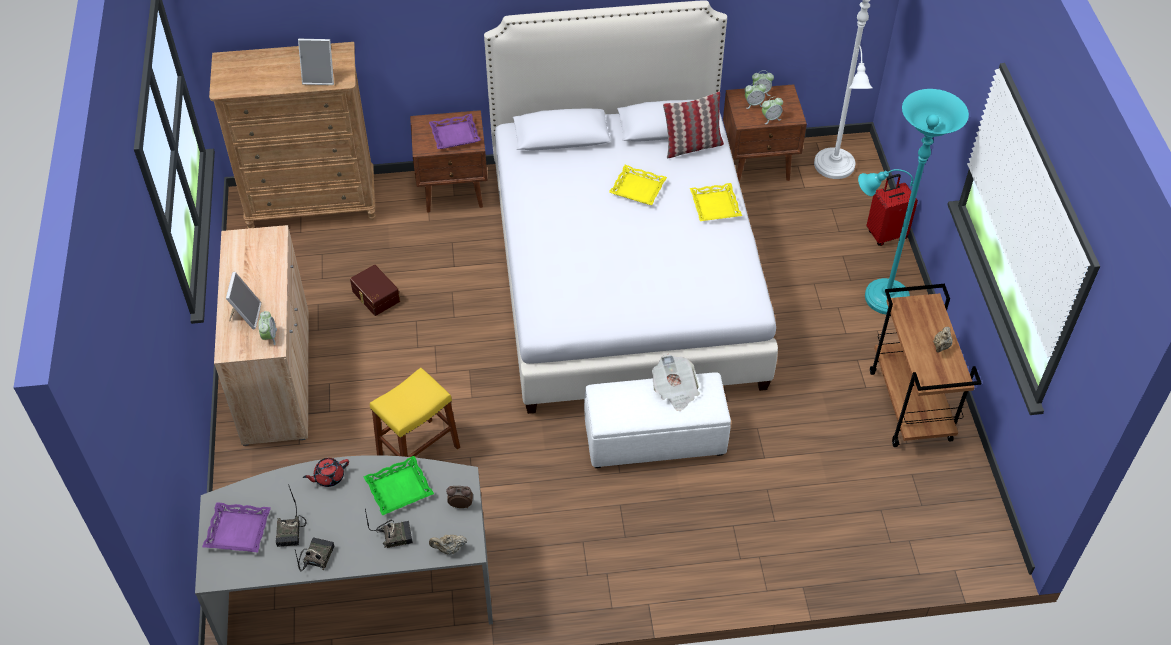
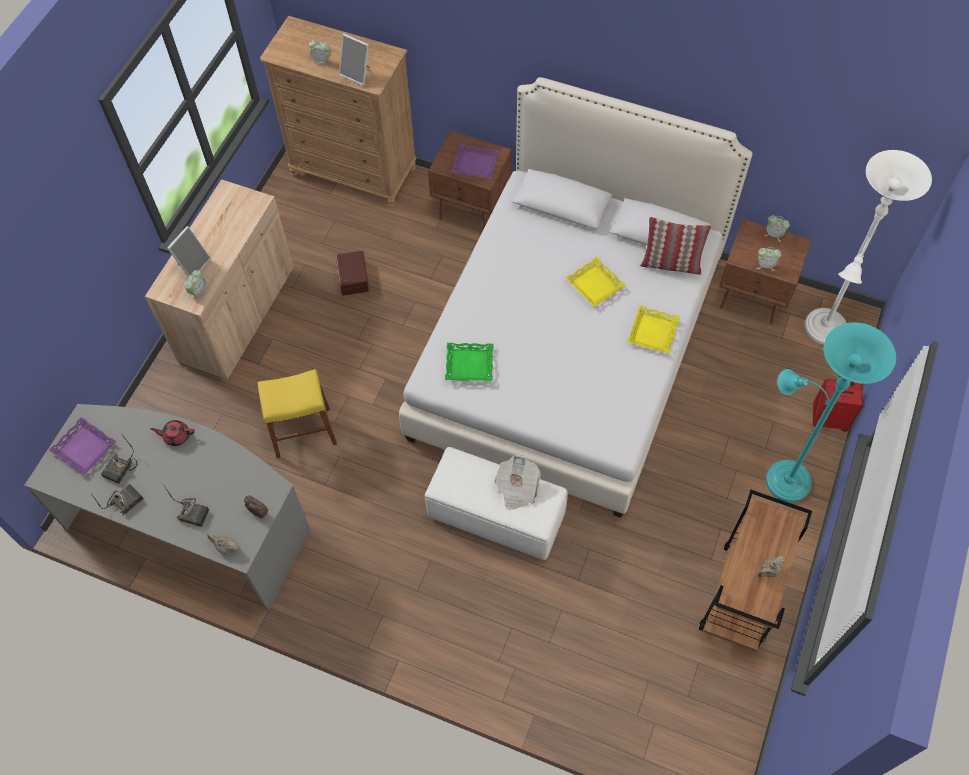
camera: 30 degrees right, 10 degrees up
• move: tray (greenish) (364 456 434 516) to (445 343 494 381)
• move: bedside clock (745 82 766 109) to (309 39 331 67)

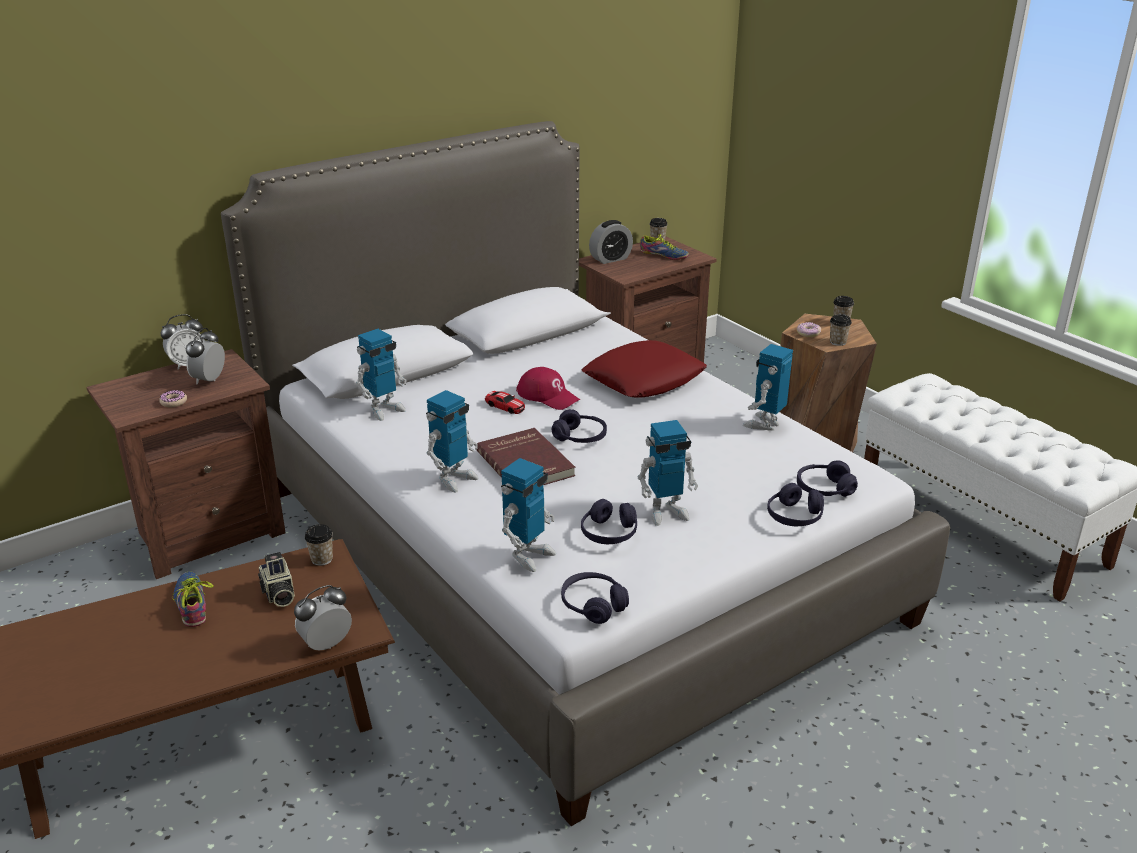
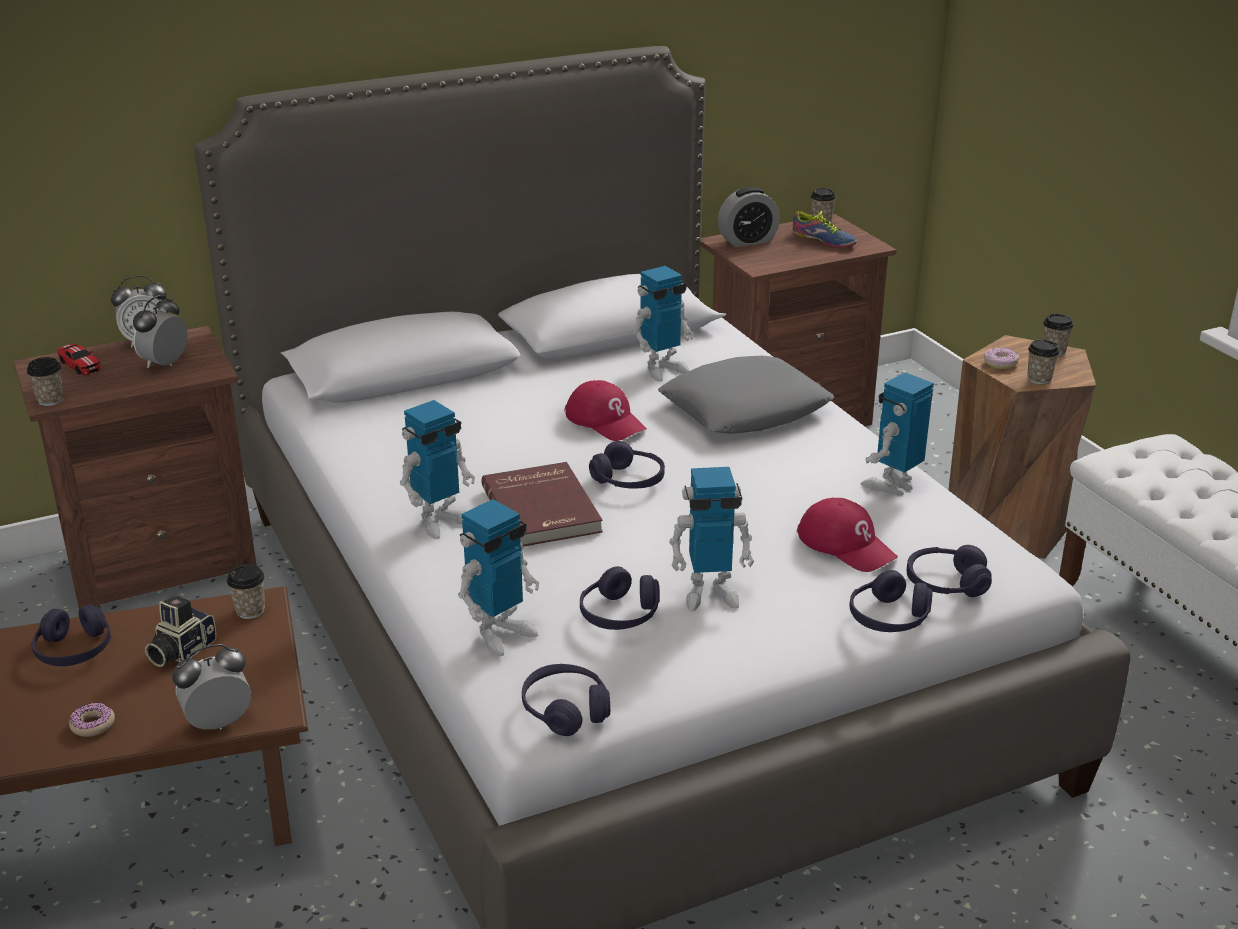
camera: 10 degrees right, 0 degrees up
• move: donut (159 390 187 407) to (69 703 115 737)
• replace: item of footwear (172 572 214 627) to headset (purplish) (31 604 111 666)
• rotate: photo camera (258 552 295 607) = (145 595 216 667) 45 degrees clockwise
• move: toy robot (356 329 407 421) to (633 266 694 381)
• move: miniature car (485 391 525 414) to (57 344 101 375)
• recolor: cushion (reddish) (582 340 707 398) to cushion (grey) (658 356 834 433)
• insert: small cup (27 357 64 406)
• insert: peaked cap (reddish) (797 498 898 572)

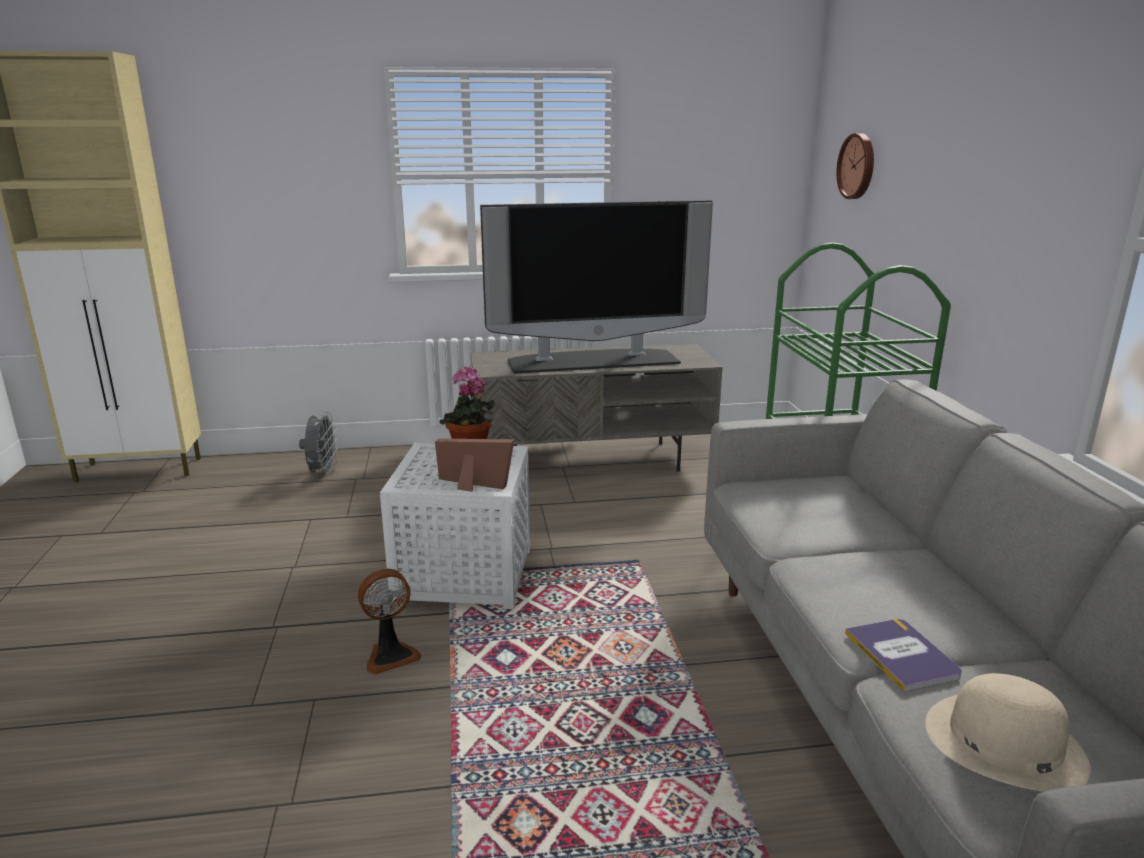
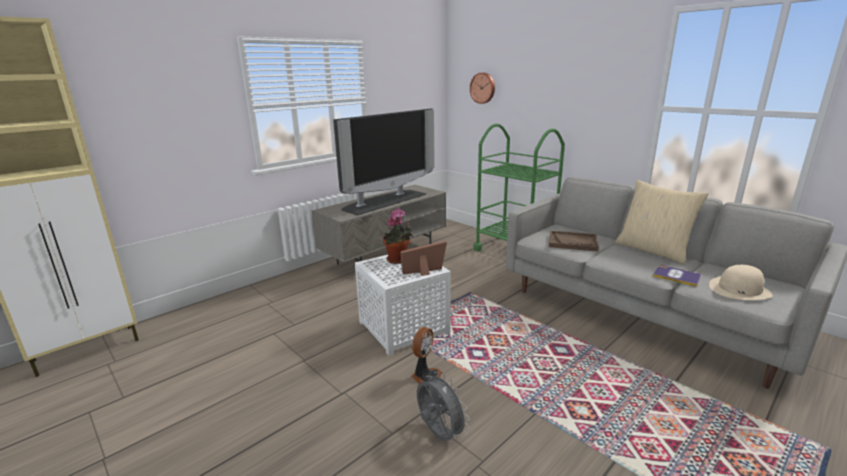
camera: 35 degrees left, 0 degrees up
• move: fan (grey) (299 412 338 476) to (417 371 470 441)
• insert: tray (brownish) (549 231 599 251)
• insert: cushion (beige-coloured) (615 180 709 264)

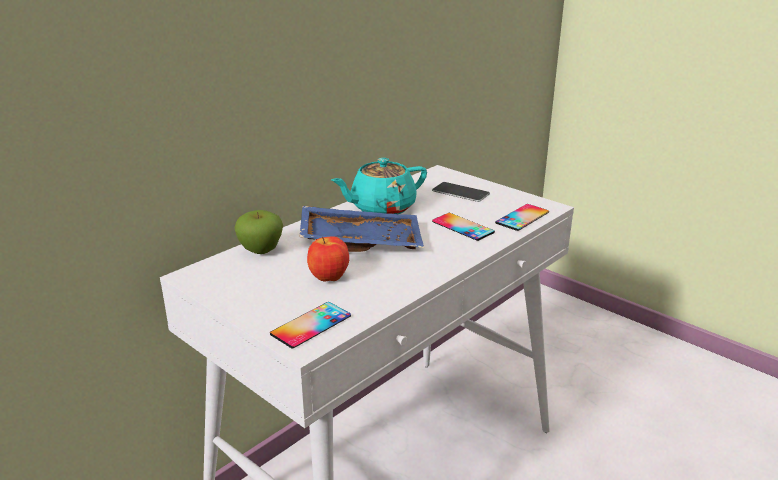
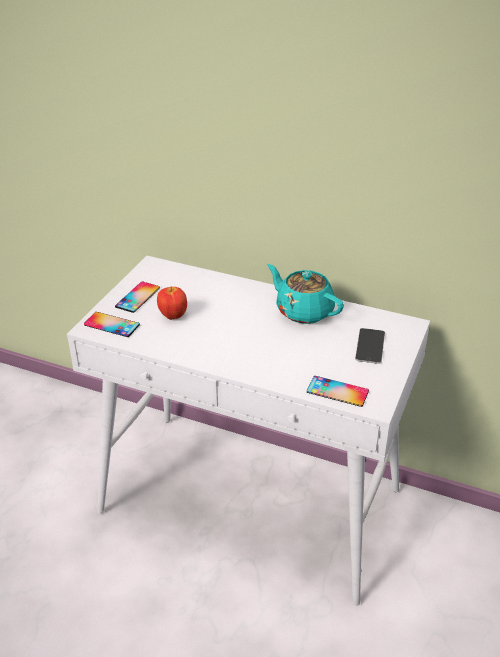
camera: 70 degrees right, 10 degrees up
• delete: whole apple (235 210 283 254)
• delete: tray (blue) (300 206 424 252)
• move: telephone (432 213 495 241) to (115 281 160 313)

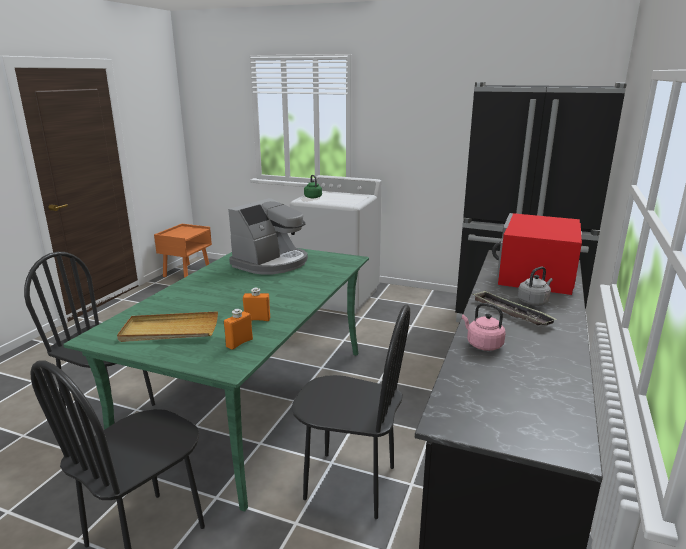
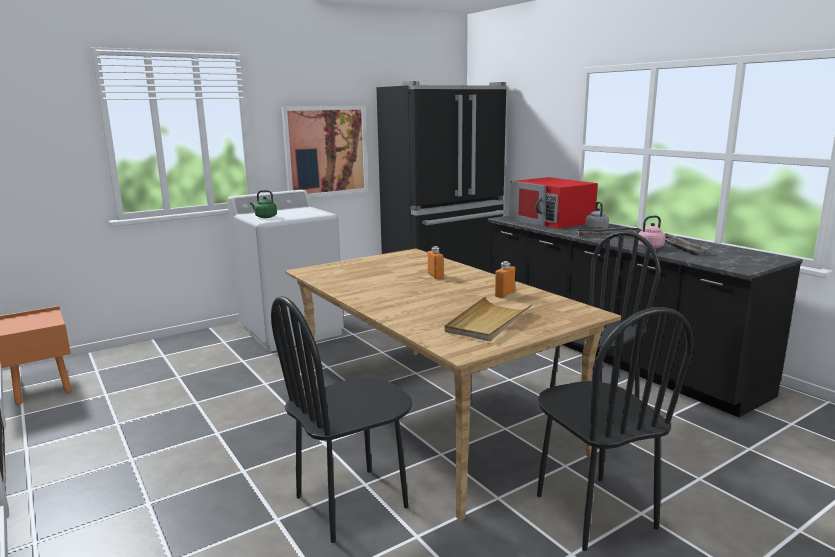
camera: 55 degrees left, 5 degrees down
• recolor: kitchen table (greenish) (63 248 369 512) to kitchen table (beige-coloured) (285 248 621 521)
• move: drink bottle (orangey) (224 309 253 350) to (428 246 444 279)
• delete: coffee maker (228 198 308 275)
• insert: wall picture (282 105 368 198)
• insert: tray (665 233 709 255)

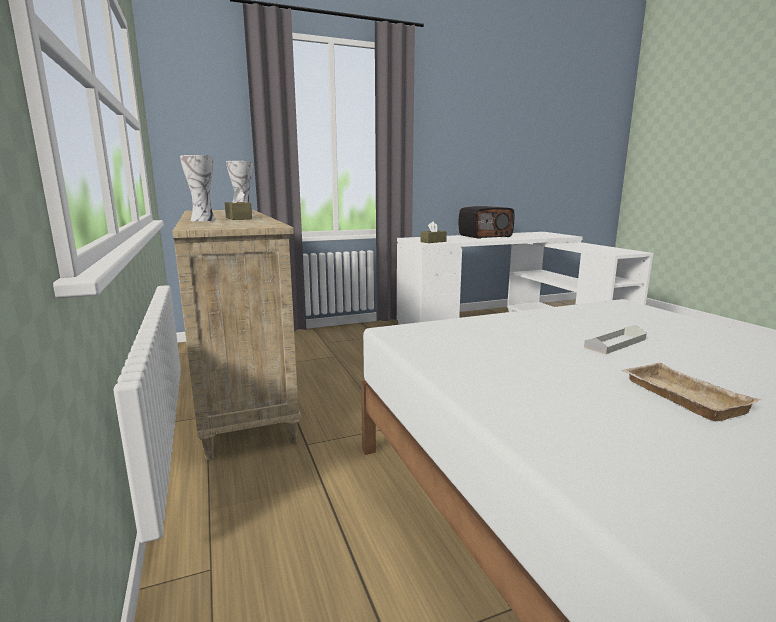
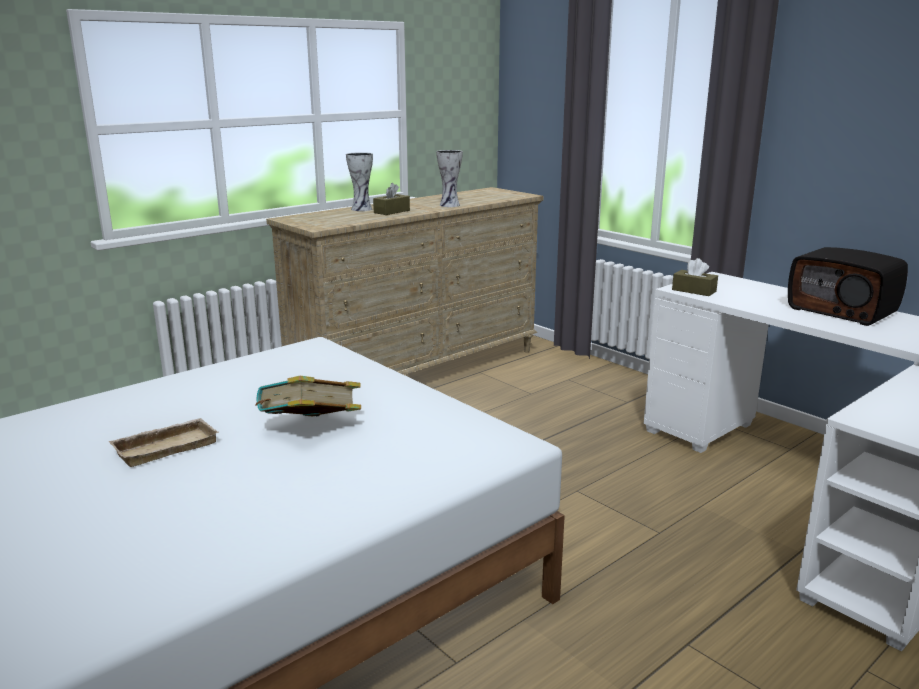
camera: 70 degrees right, 5 degrees up
• replace: tray (grey) (584 325 647 354) to bound book (255 376 361 416)

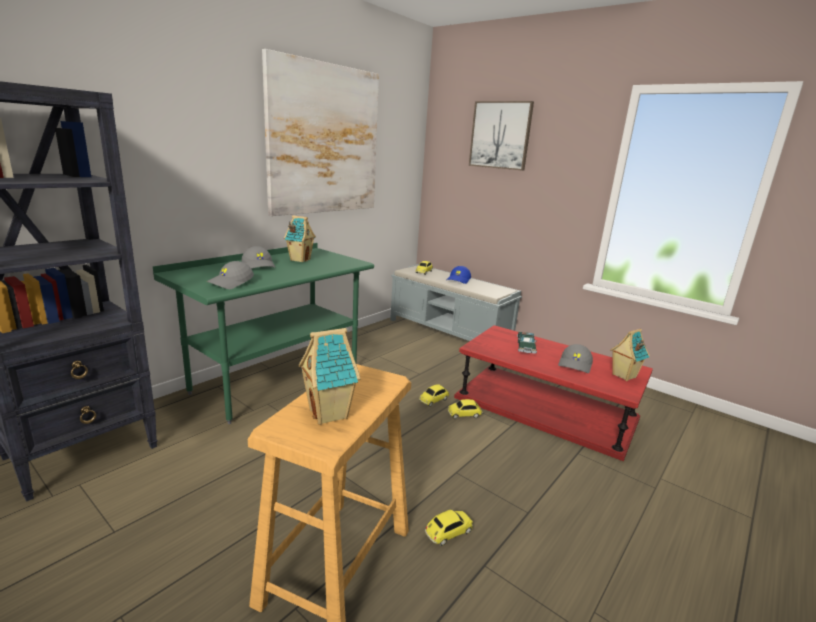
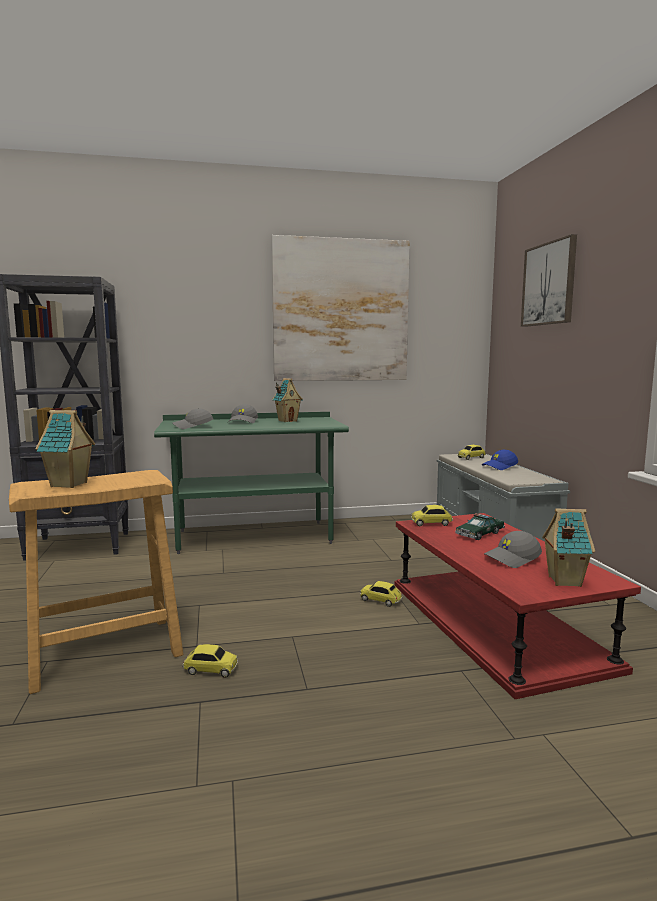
camera: 40 degrees right, 10 degrees down
• move: miniature car (419 384 449 407) to (411 505 453 526)

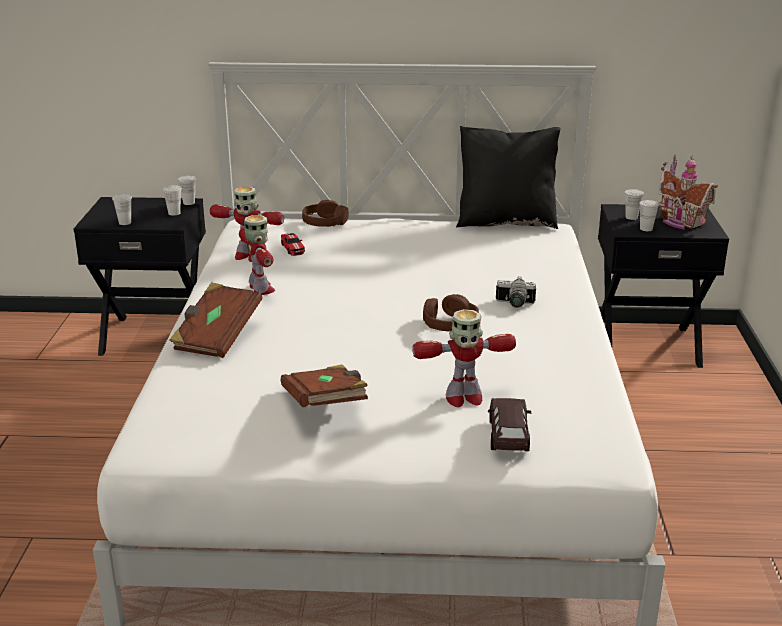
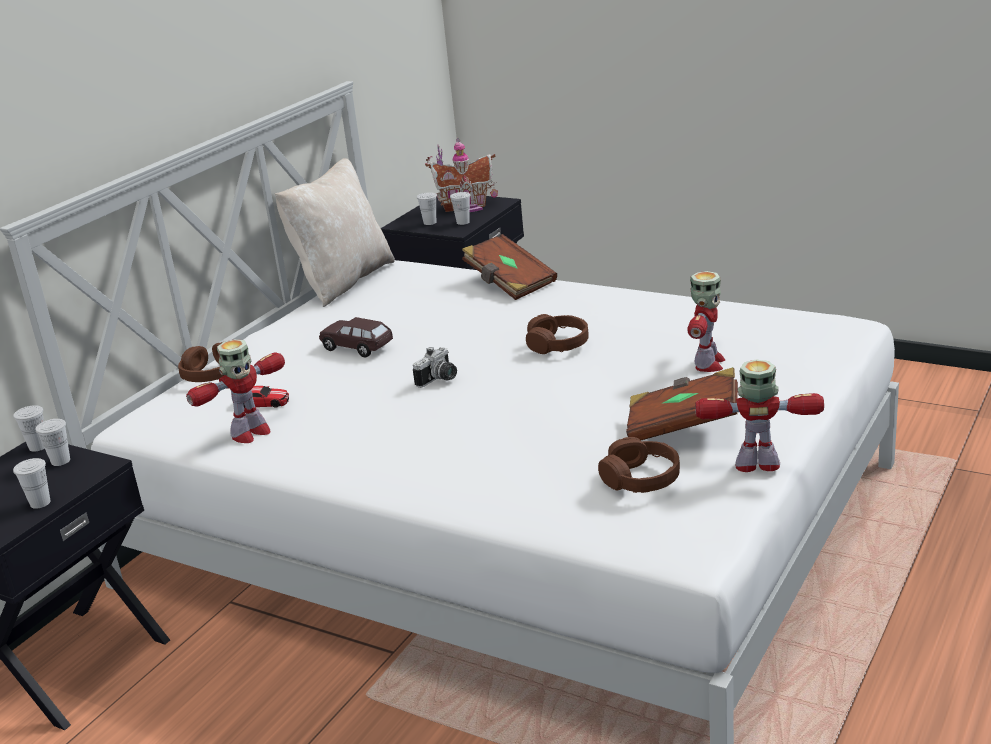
camera: 60 degrees left, 0 degrees up
• move: bound book (brownish) (169 282 262 358) to (462 234 557 300)
• move: toy robot (239 215 275 295) to (695 360 824 472)
• recolor: cushion (black) (456 126 561 229) to cushion (beige-coloured) (275 158 395 307)
• move: miniature car (brownish) (488 398 531 451) to (319 317 393 358)
• move: photo camera (496 276 536 308) to (413 347 457 388)
• insert: headset (brownish) (598 437 680 493)

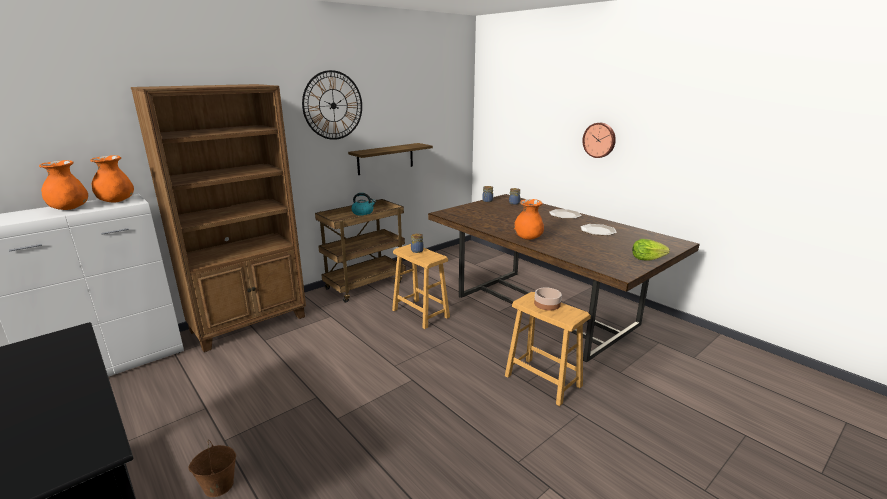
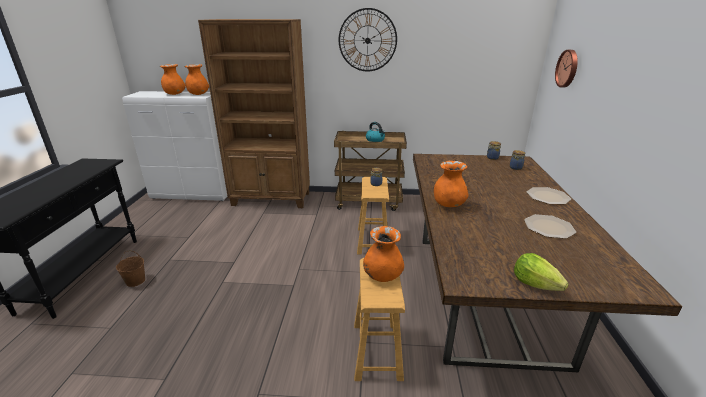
camera: 45 degrees right, 5 degrees up
• delete: shelf (348 143 433 175)
• replace: bowl (534 288 562 310) to vase (orangey) (363 226 404 282)
• move: wall clock (582 123 616 158) to (555 50 578 87)

